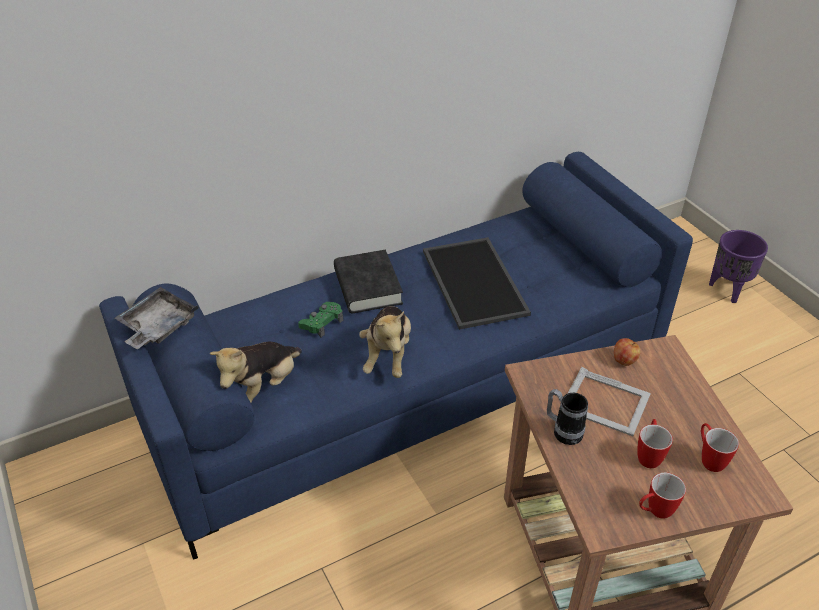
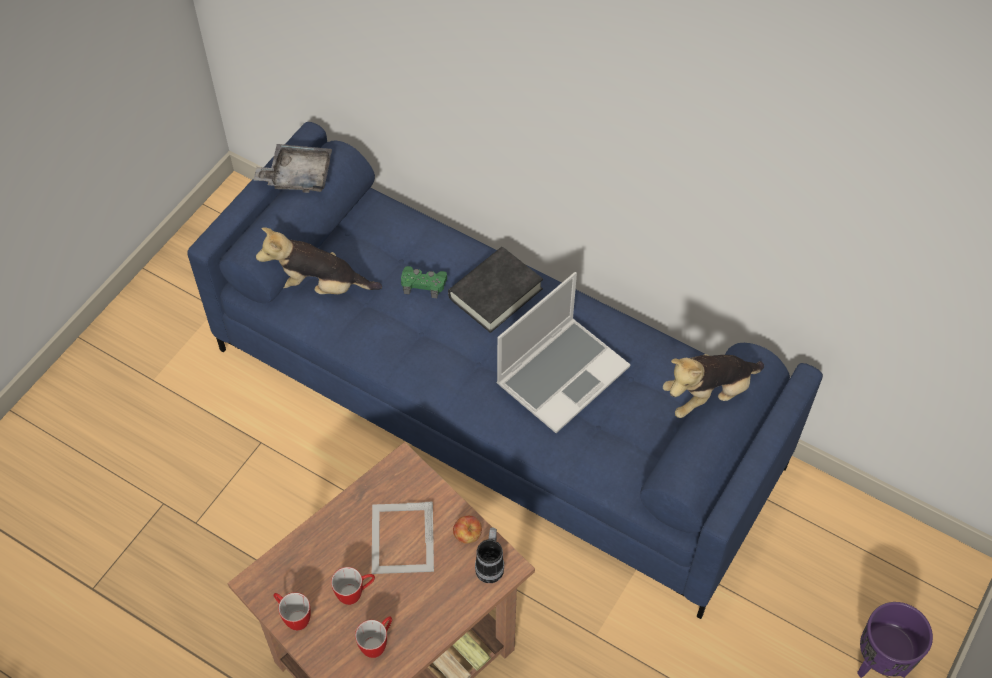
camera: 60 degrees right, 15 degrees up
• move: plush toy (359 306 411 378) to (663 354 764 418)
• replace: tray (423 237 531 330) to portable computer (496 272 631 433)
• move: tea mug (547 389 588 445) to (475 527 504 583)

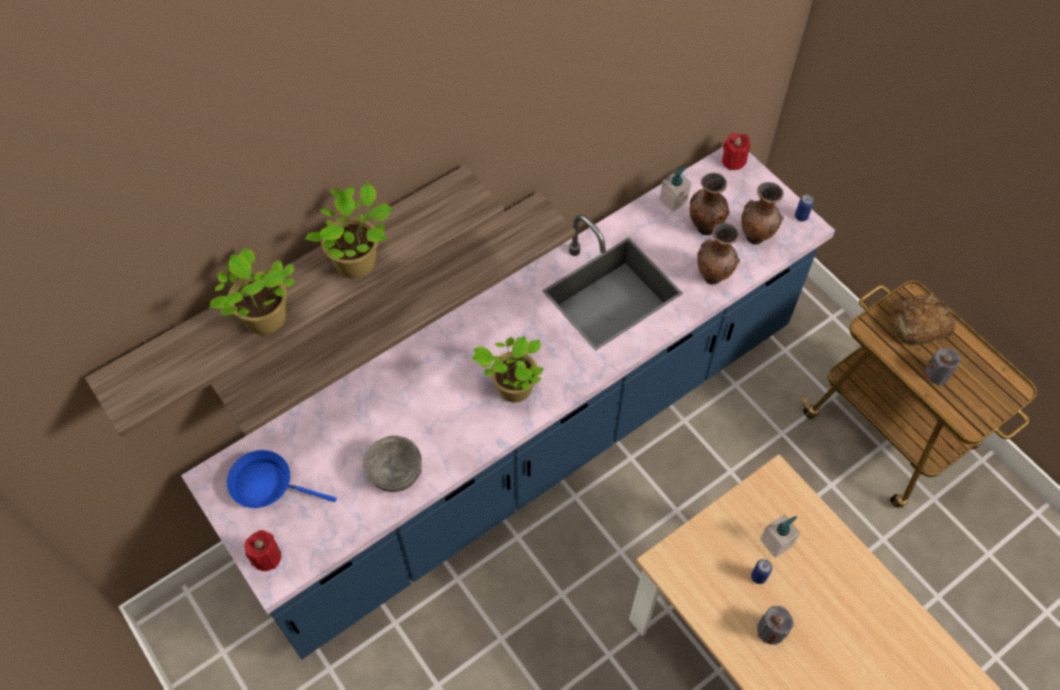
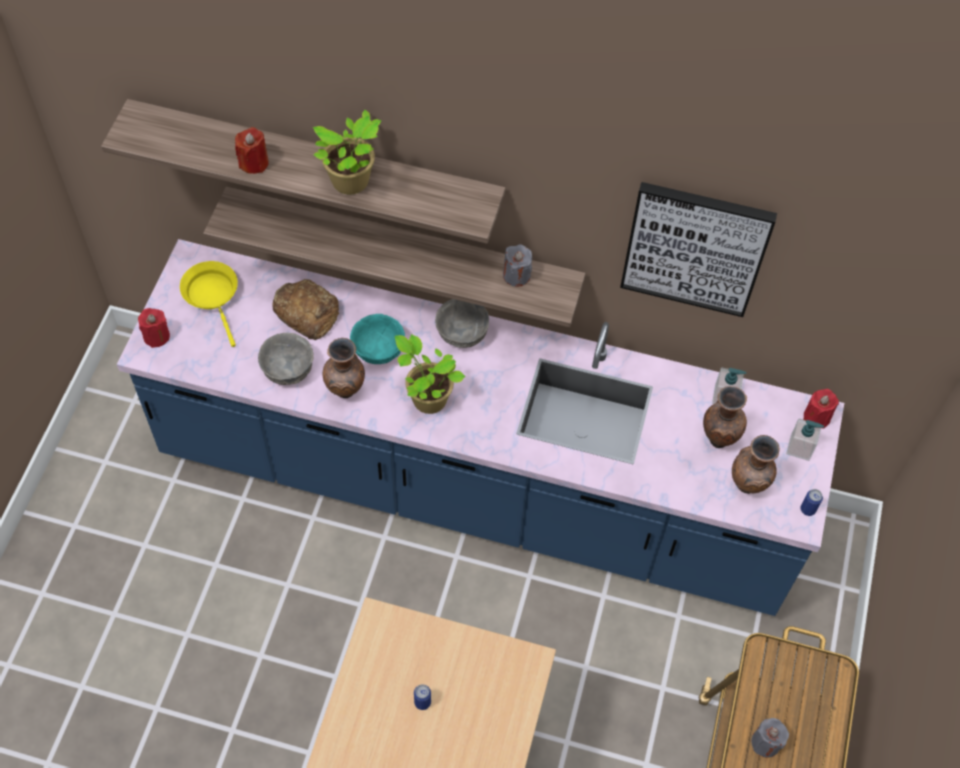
camera: 50 degrees right, 0 degrees up
• replace: potted plant (210 248 295 335) to wax light (reddish) (235 127 269 174)
• recolor: skillet (blue) (227 450 337 508) to skillet (yellow-coloured) (180 261 238 347)
• move: vase (brownish) (697 223 740 285) to (322 338 365 398)
• move: wax light (grey) (757 606 794 645) to (503 244 532 287)
• move: soap dispenser (760 514 800 558) to (786 419 824 461)
• move: bread (888 294 956 345) to (272 279 339 340)
• insert: bowl (turquoise) (350 314 405 364)
• insert: bowl (grey) (435 299 489 348)
• insert: wall picture (620 182 777 317)

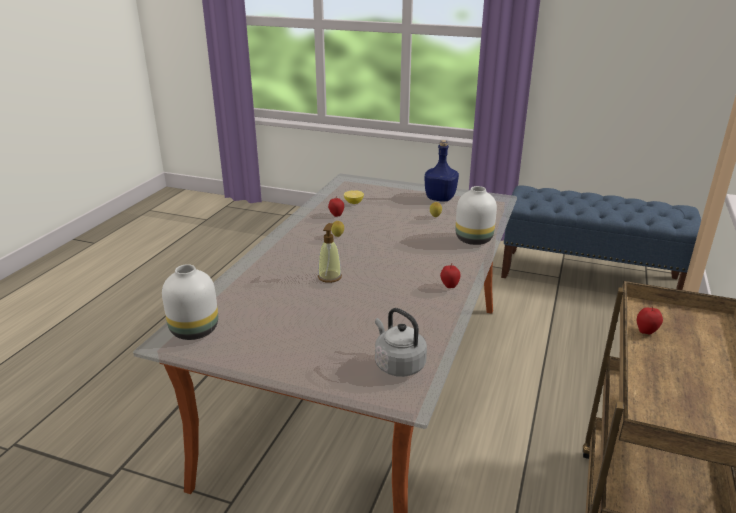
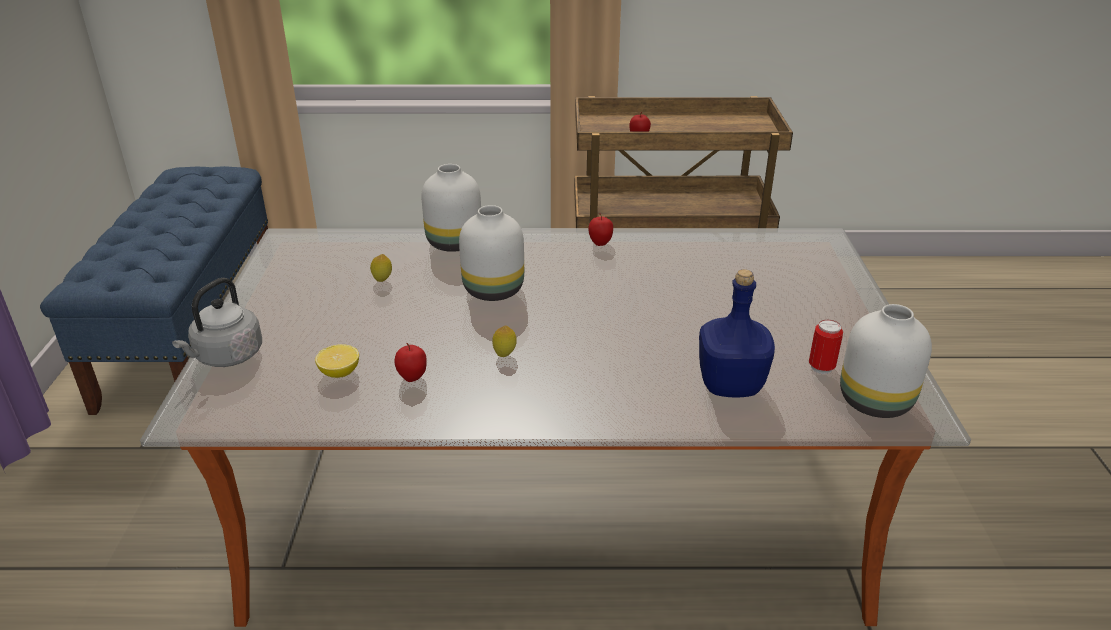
camera: 110 degrees left, 5 degrees up
• delete: soap dispenser (318 223 342 283)
• move: kettle (grey) (375 308 427 377) to (172 278 262 367)
• move: drink bottle (blue) (424 140 459 202) to (699 269 775 398)
• insert: vase (white-coloured) (459 205 524 301)
• insert: metal can (809 320 843 374)

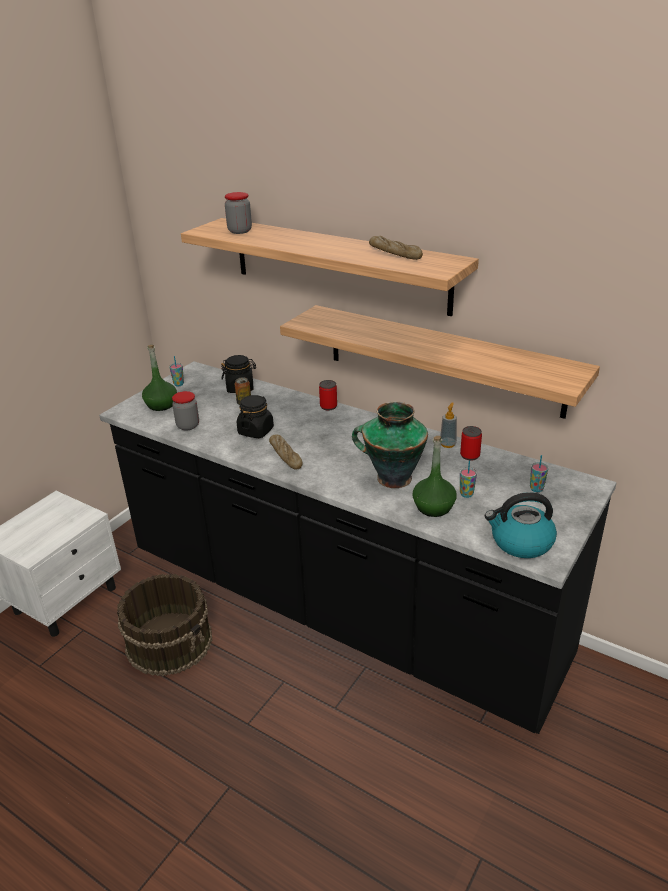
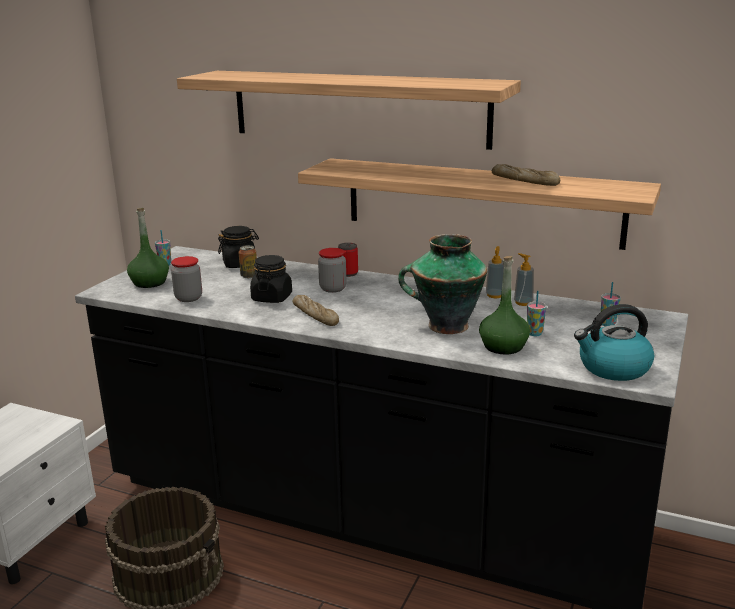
camera: 10 degrees left, 10 degrees down
• move: jar (225 192 252 234) to (318 248 347 293)
• move: bread (369 236 423 260) to (492 164 560 186)
• replace: metal can (460 426 482 460) to soap dispenser (514 253 534 306)

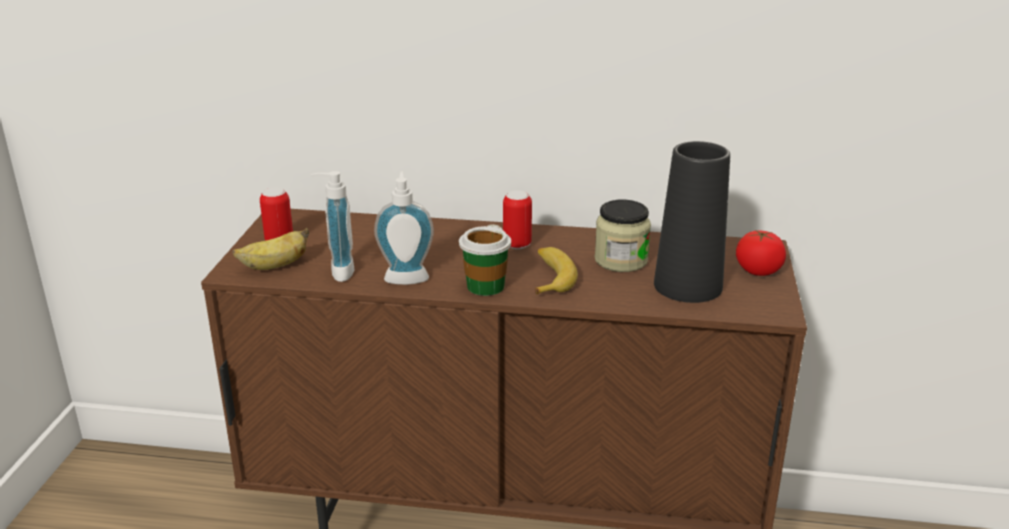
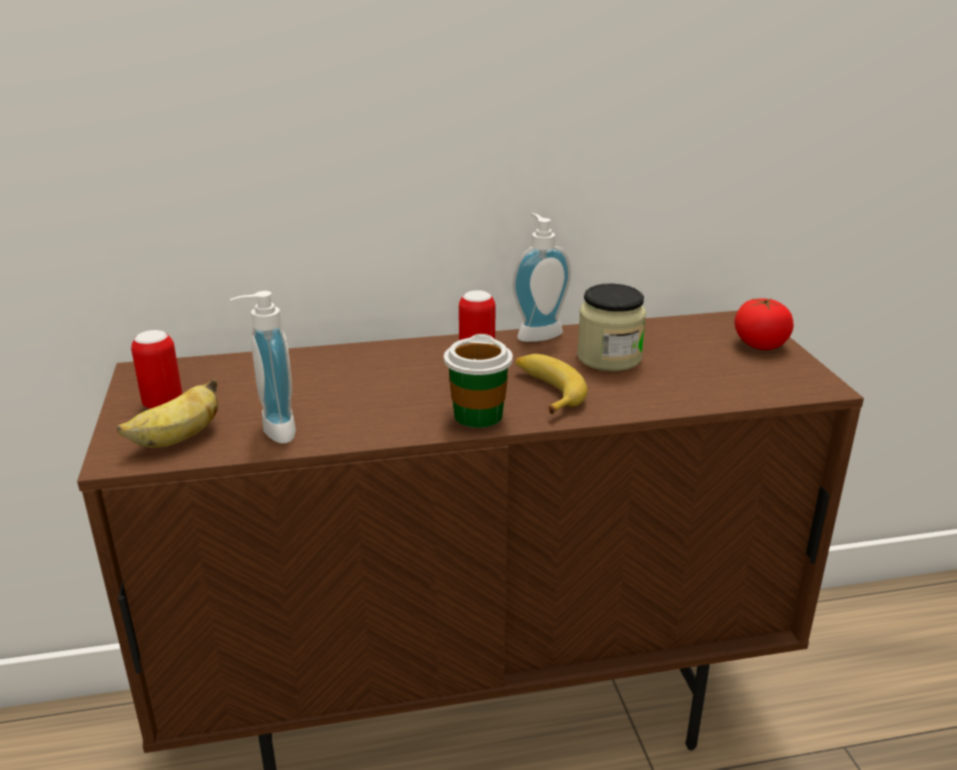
camera: 20 degrees left, 0 degrees up
• move: soap dispenser (374 171 434 285) to (513 213 571 342)
• delete: vase (black) (654 141 730 303)

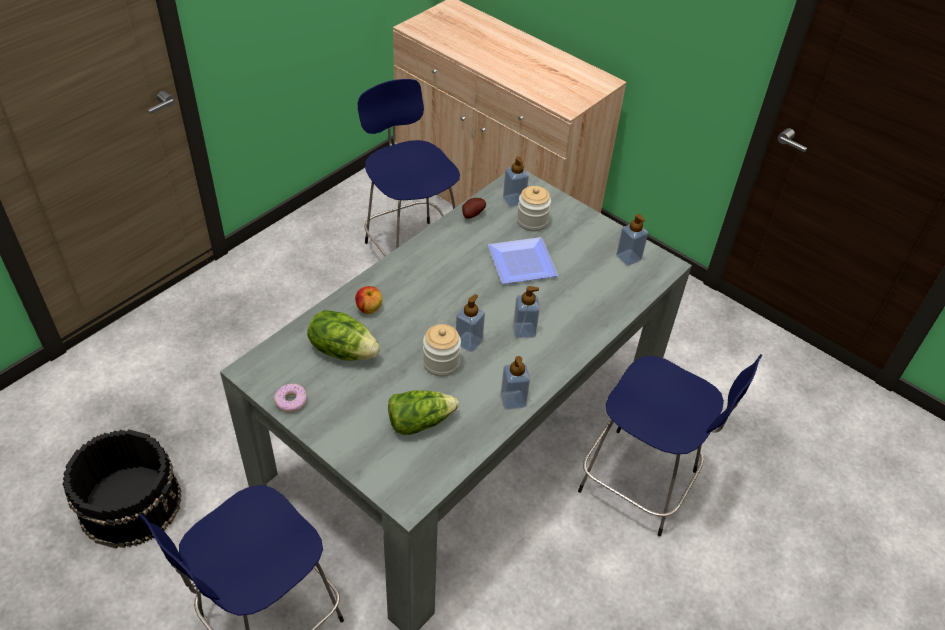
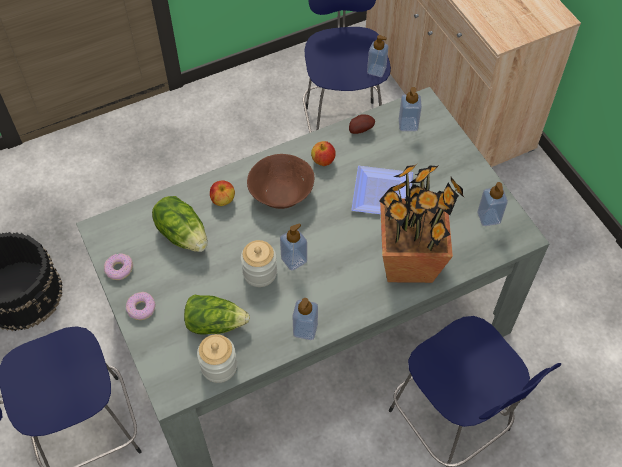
camera: 25 degrees right, 10 degrees up
• move: soap dispenser (513 286 540 338) to (367 35 388 77)
• move: jar (517 186 551 232) to (197 334 237 383)
• insert: donut (126 292 156 320)
• insert: bowl (brownish) (247 154 315 209)
• insert: whole apple (311 141 336 166)
• insert: potted plant (379 164 464 283)

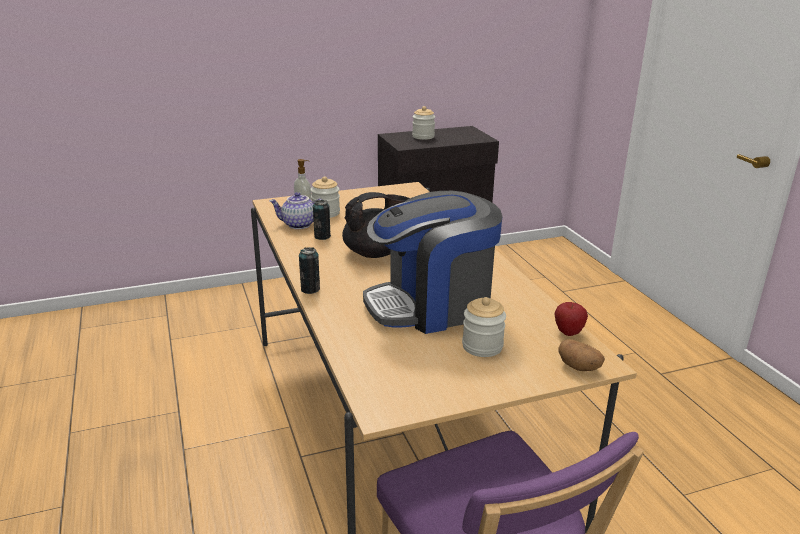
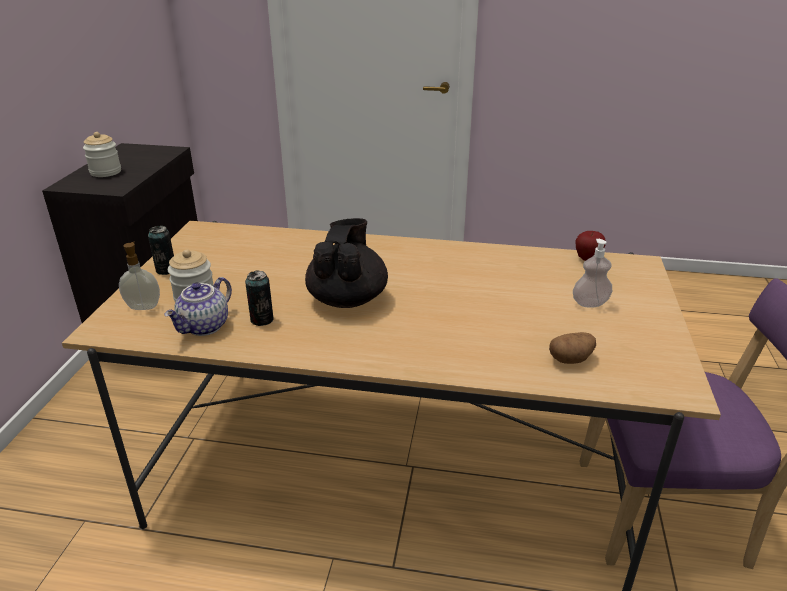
camera: 60 degrees left, 5 degrees up
• move: metal can (299 247 320 294) to (148 226 174 275)
• delete: coffee maker (363 191 502 334)
• replace: jar (462 297 506 357) to soap dispenser (573 239 612 308)
• move: spud (558 339 605 371) to (549 332 596 364)

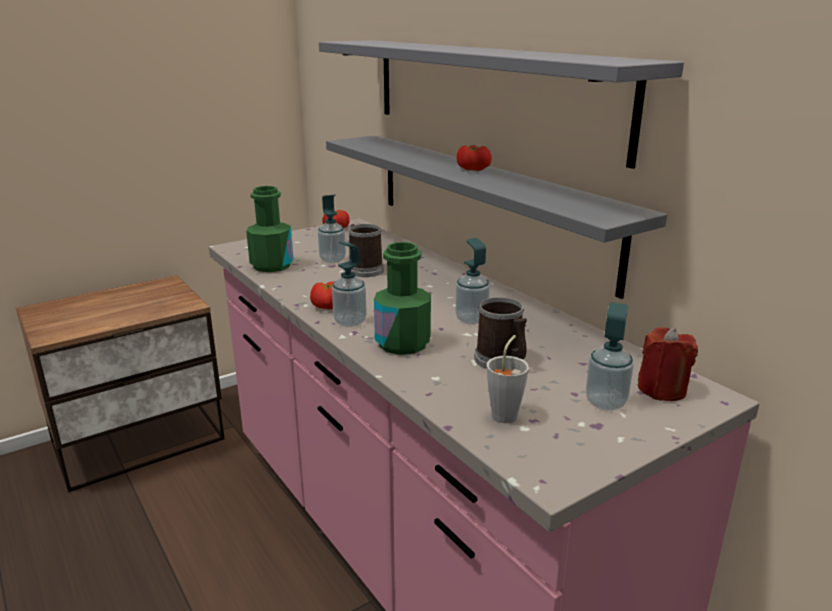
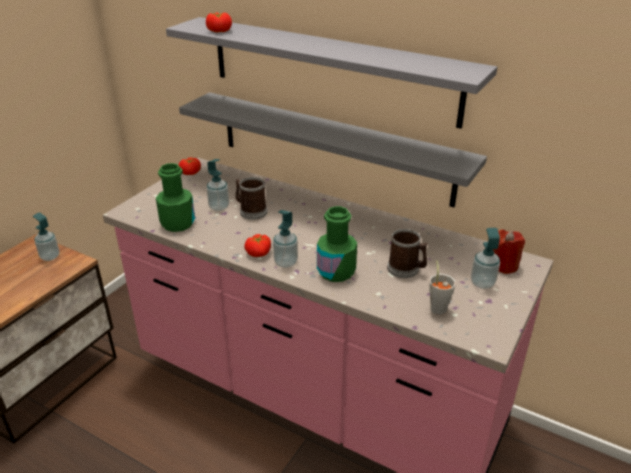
camera: 25 degrees left, 10 degrees up
• move: soap dispenser (455 238 490 324) to (33 212 59 261)
• move: tomato (456 145 492 171) to (206 12 232 32)

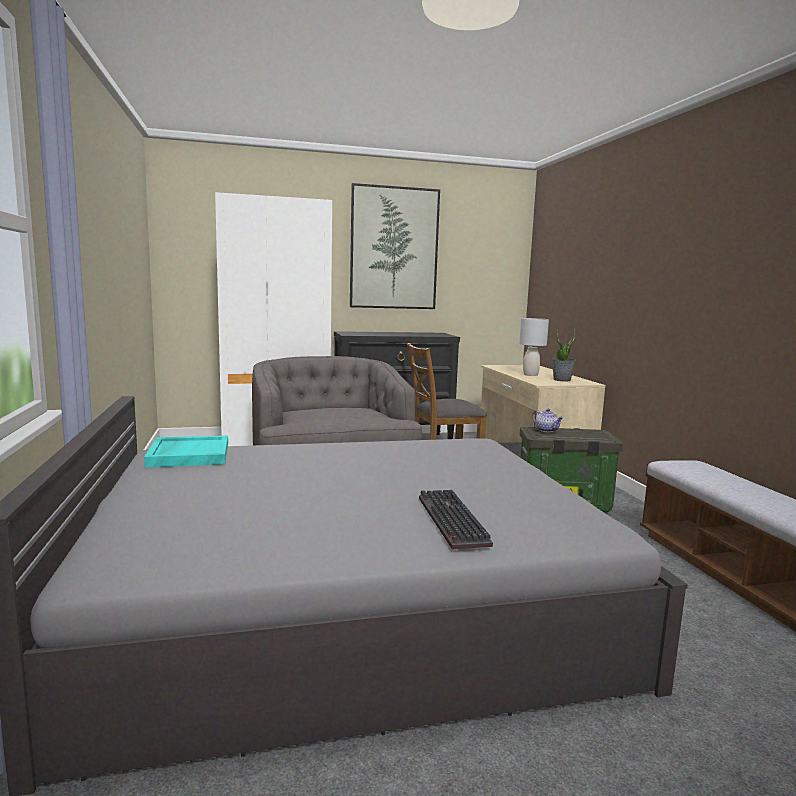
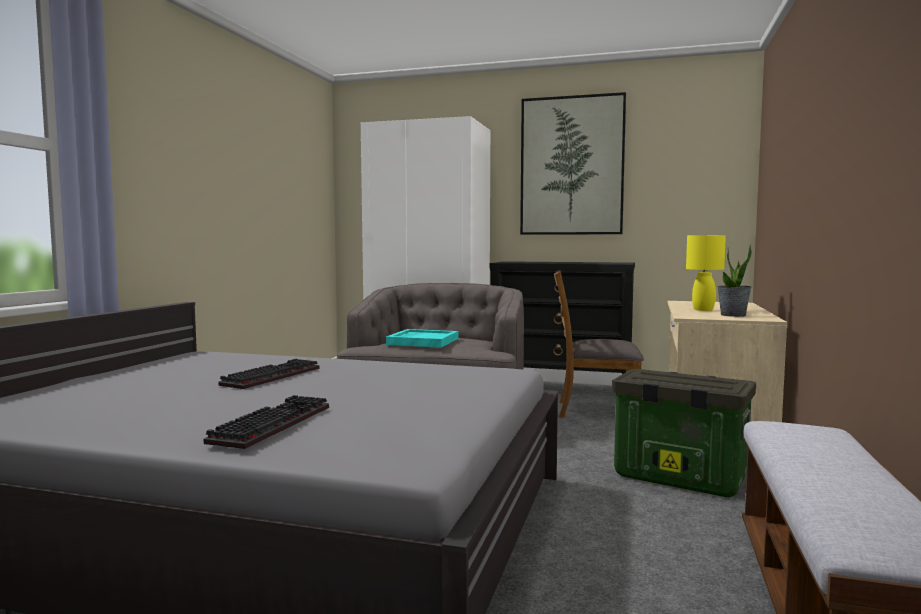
camera: 30 degrees right, 5 degrees down
• move: tray (turquoise) (144 435 228 468) to (386 329 458 348)
• recolor: tabletop lamp (grey) (519 318 549 376) to tabletop lamp (yellow-coloured) (686 235 726 311)
• delete: pot for tea (532 409 563 432)
• insert: PC keyboard (218 359 319 389)

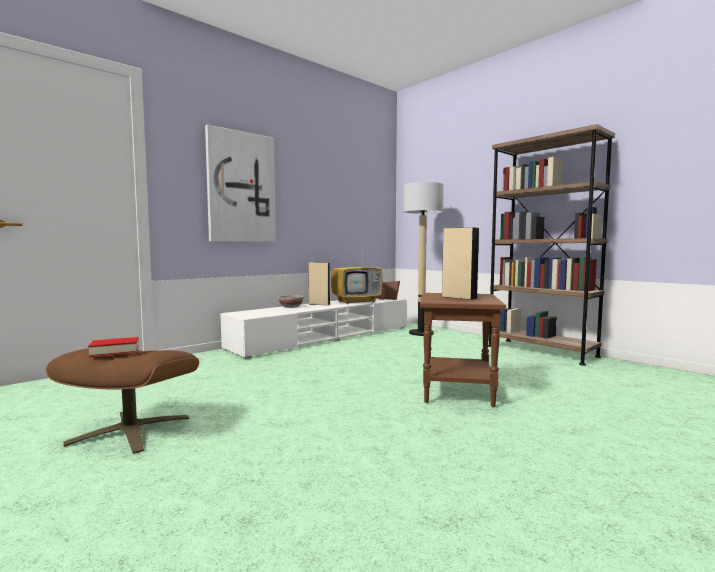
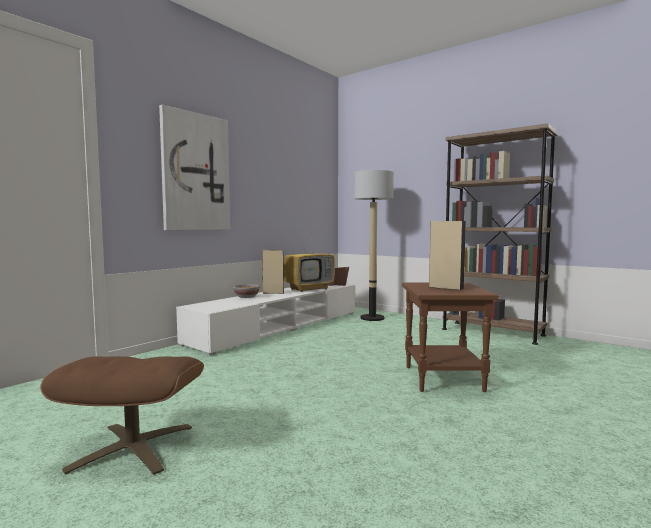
camera: 10 degrees left, 0 degrees up
• delete: bound book (88 337 139 357)

